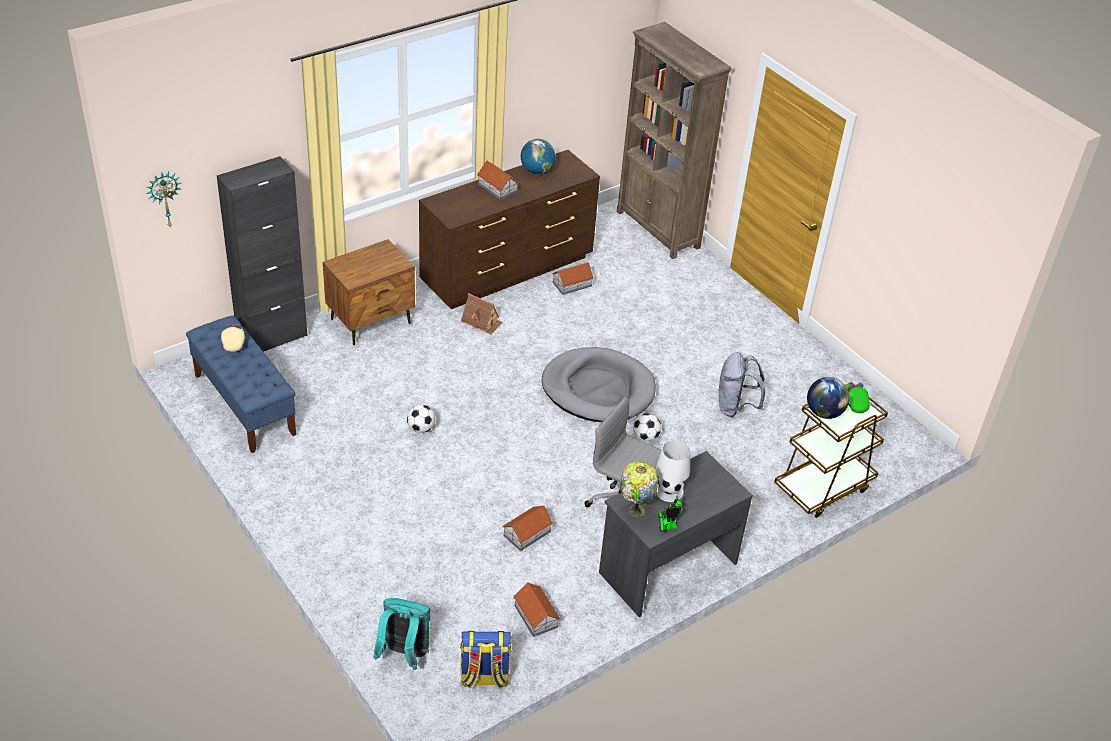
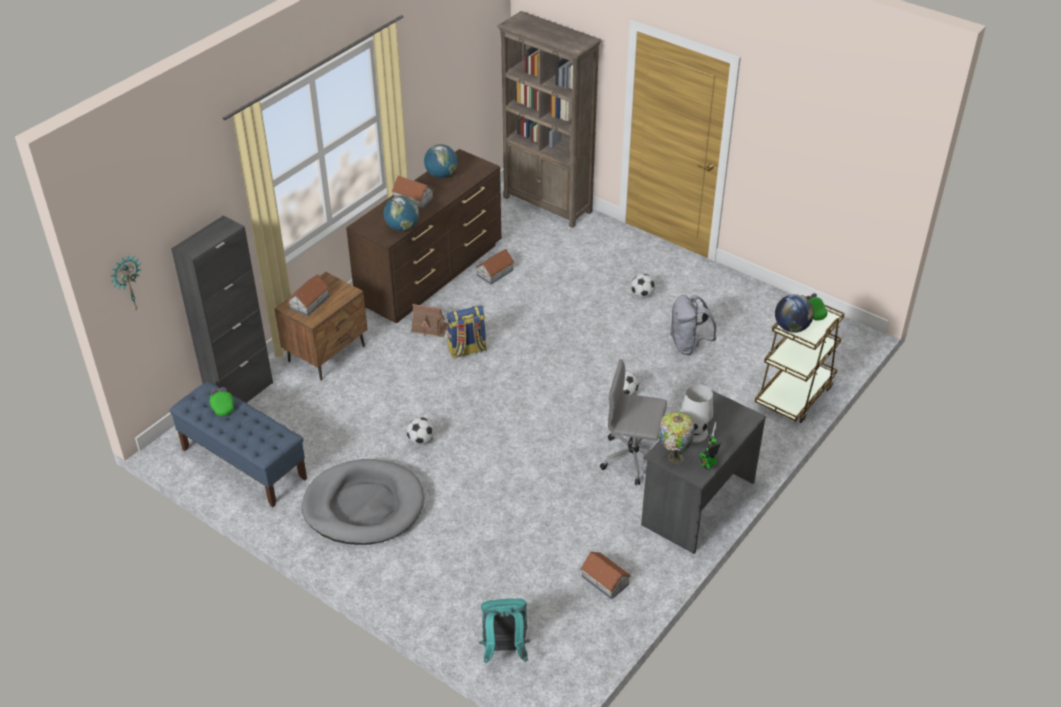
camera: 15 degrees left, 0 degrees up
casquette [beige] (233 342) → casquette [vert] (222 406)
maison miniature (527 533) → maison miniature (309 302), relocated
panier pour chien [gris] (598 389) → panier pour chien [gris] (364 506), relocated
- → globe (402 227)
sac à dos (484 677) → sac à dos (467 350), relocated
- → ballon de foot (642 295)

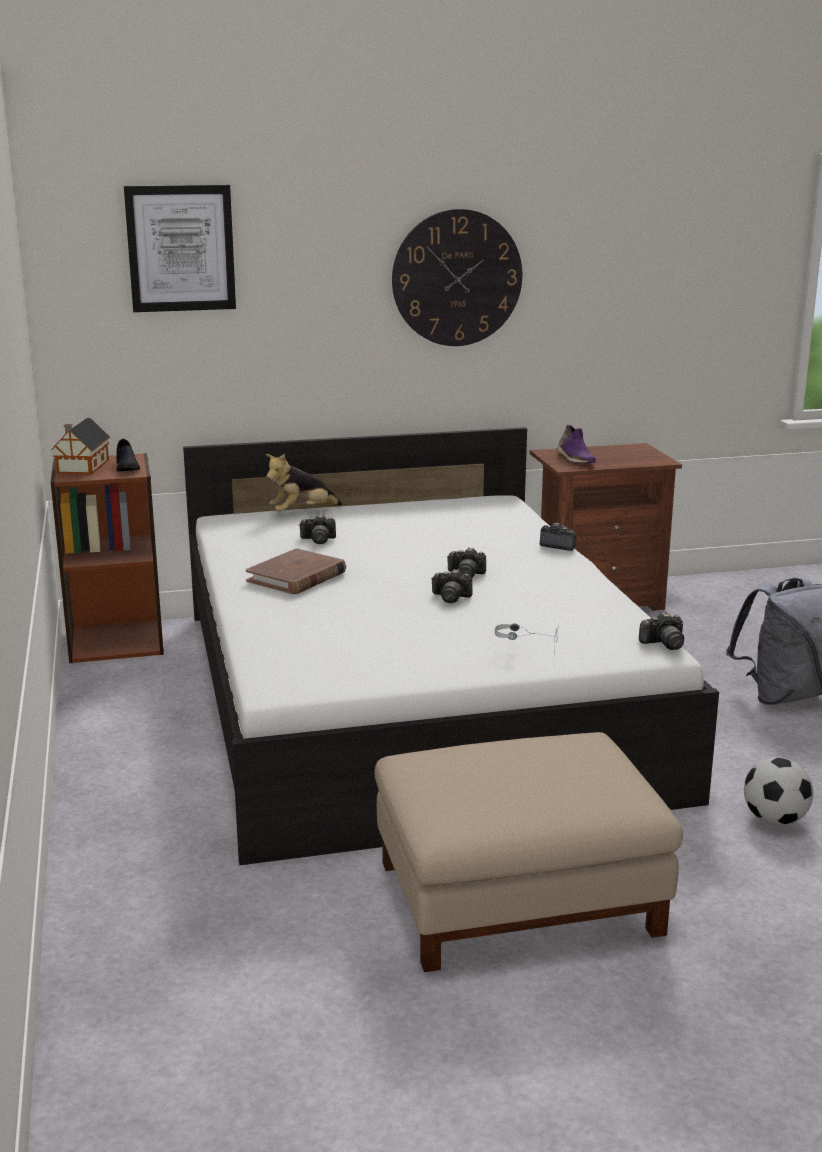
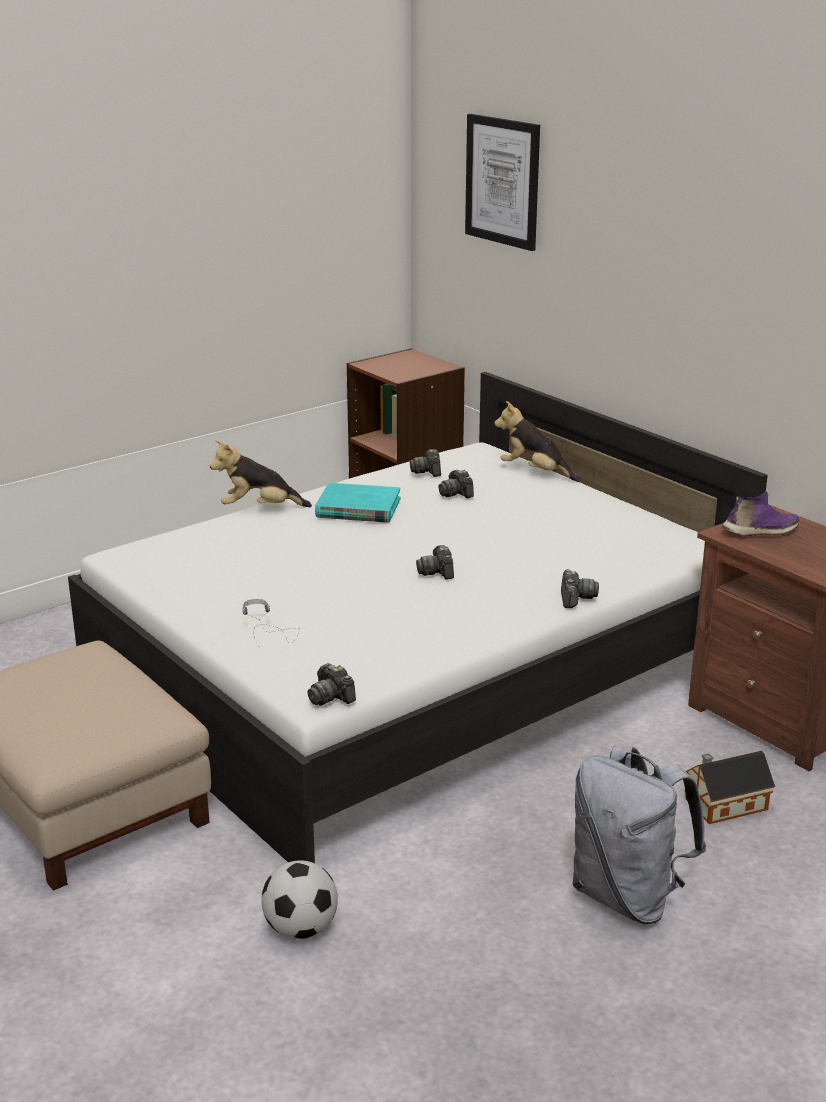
camera: 65 degrees right, 5 degrees up
- → peluche (259 508)
livre [marron] (296 577) → livre [turquoise] (358 508)
appareil photo (451 597) → appareil photo (427 471), relocated
maison miniature (81 467) → maison miniature (722 804), relocated
chaussure [violet] (574 460) → chaussure [violet] (761 532), 150 degrees counterclockwise
chaussure [noir] (127 467) → -
horloge murale (457 278) → -

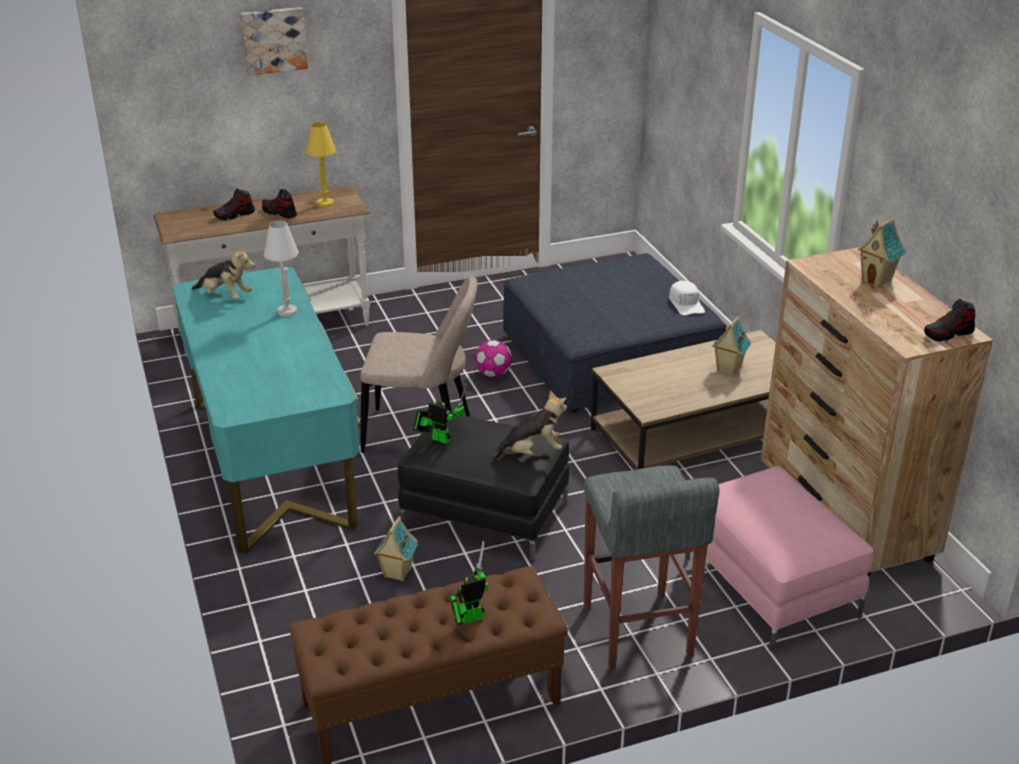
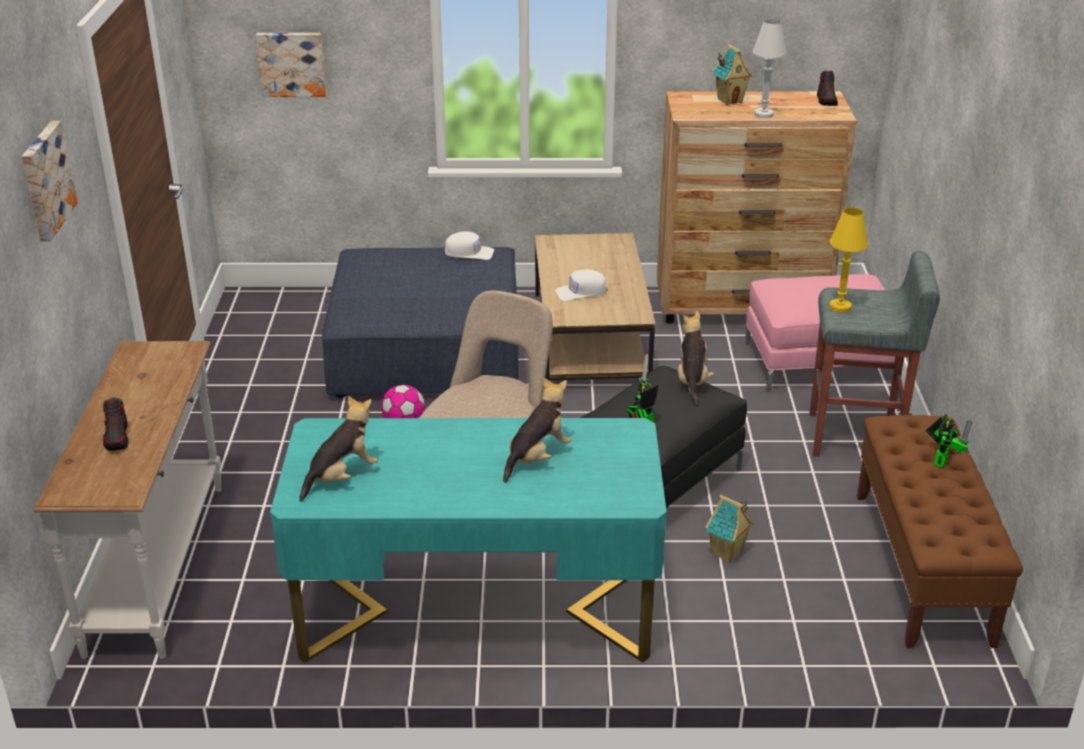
camera: 70 degrees left, 0 degrees up
- → tableau (291 63)
- → peluche (537 457)
- → casquette [blanc] (581 292)
lampe de table [blanc] (287 312) → lampe de table [blanc] (763 114), relocated
lampe de table [jaune] (325 203) → lampe de table [jaune] (840 307), relocated
robot jouet (468 619) → robot jouet (941 459), 150 degrees counterclockwise
chaussure (279 213) → -
maison miniature (728 369) → -

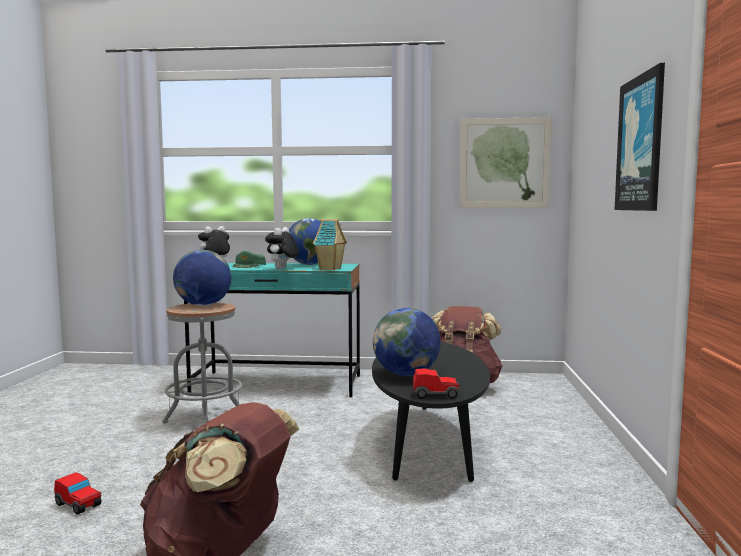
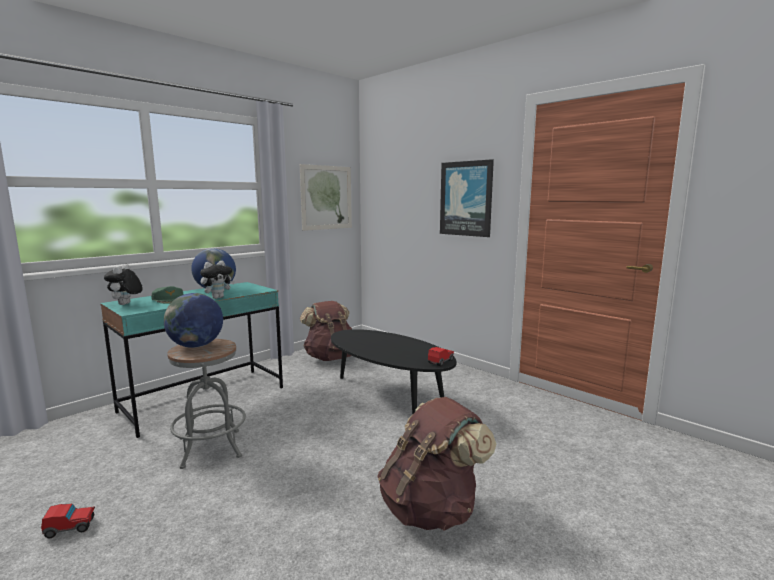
camera: 50 degrees left, 5 degrees up
petite voiture (78 505) → petite voiture (70 528), relocated
peluche (282 269) → peluche (218 297), 105 degrees counterclockwise
maison miniature (330 269) → -
globe (406 374) → -

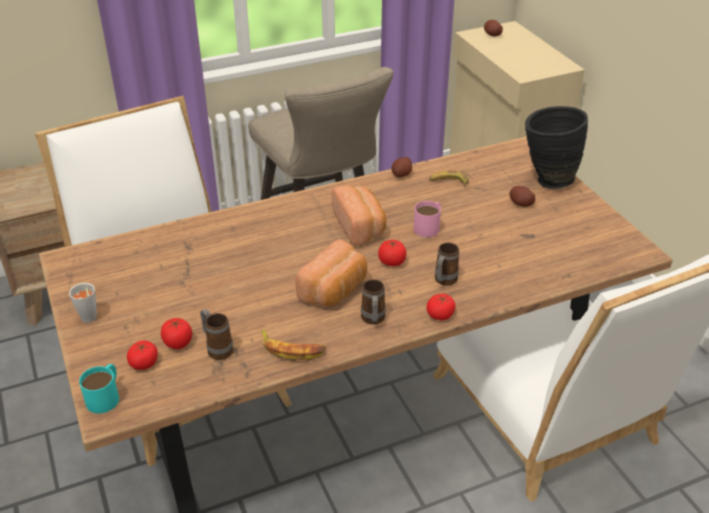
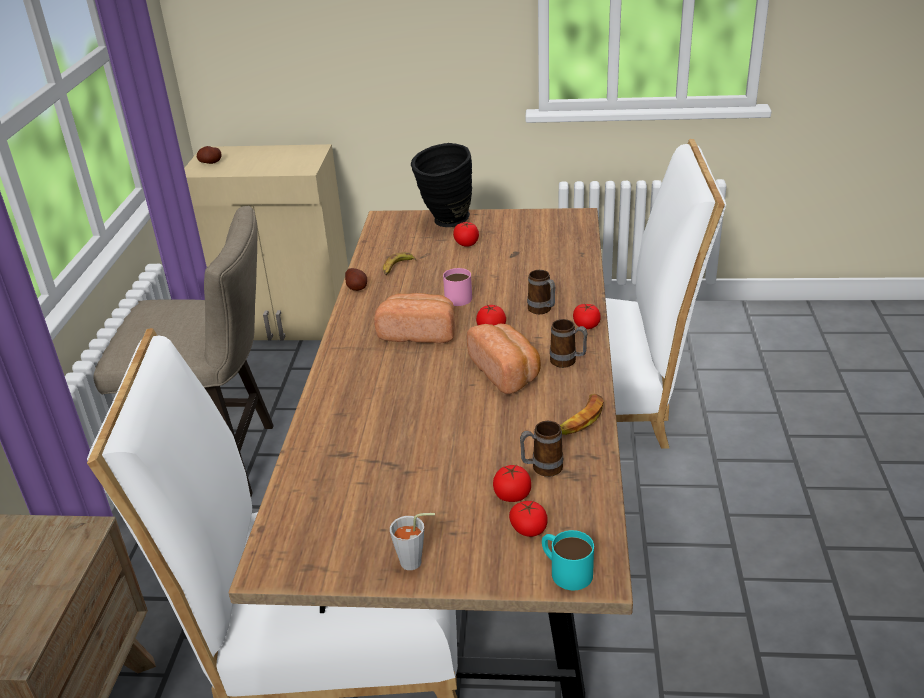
camera: 60 degrees left, 5 degrees down
pomme de terre (521 203) → tomate (466 244)

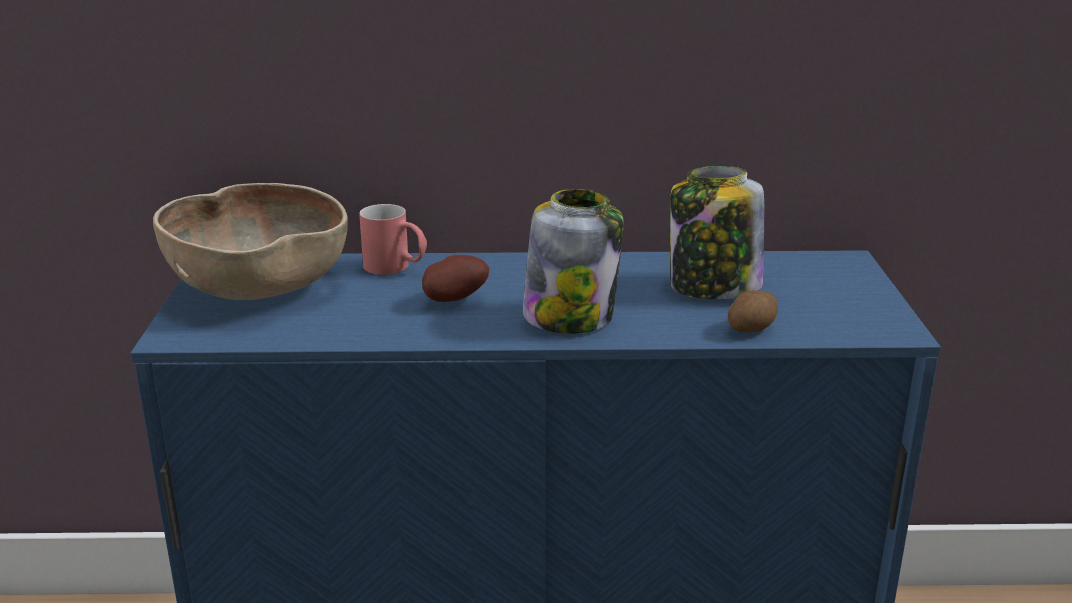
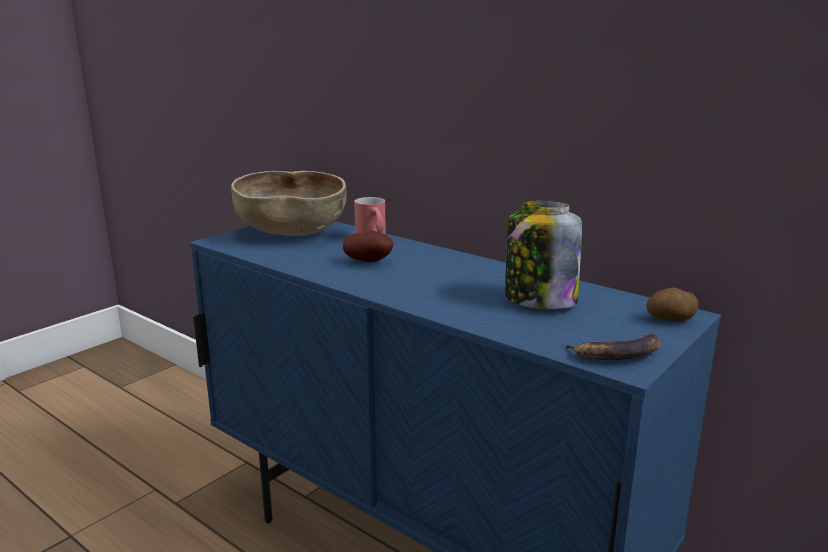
camera: 40 degrees right, 5 degrees down
- → banane (616 353)
pomme de terre (752 328) → pomme de terre (671 319), relocated
bocal (570 316) → -

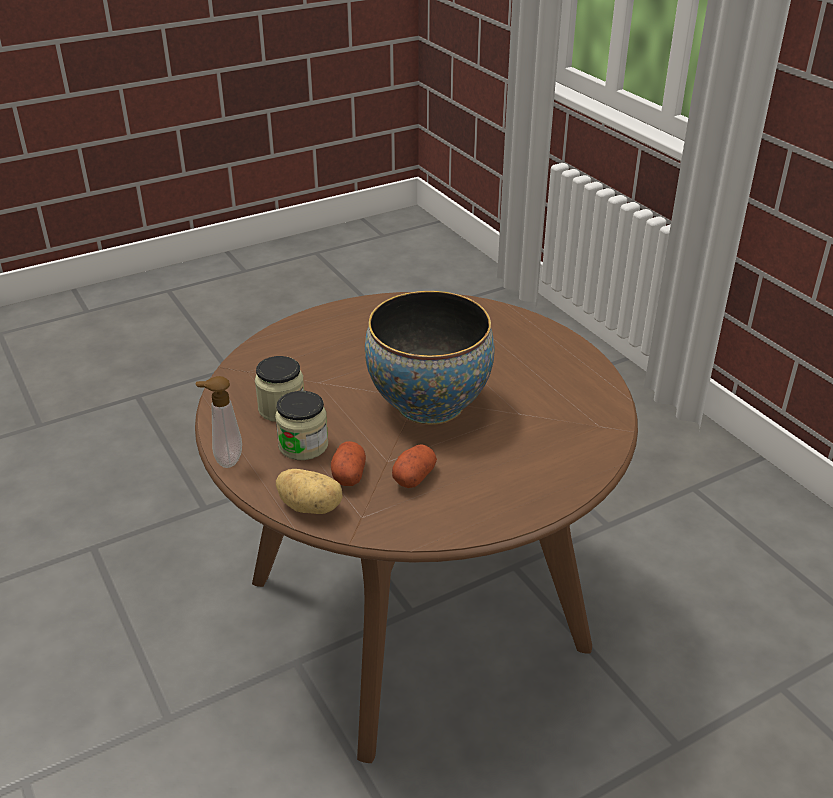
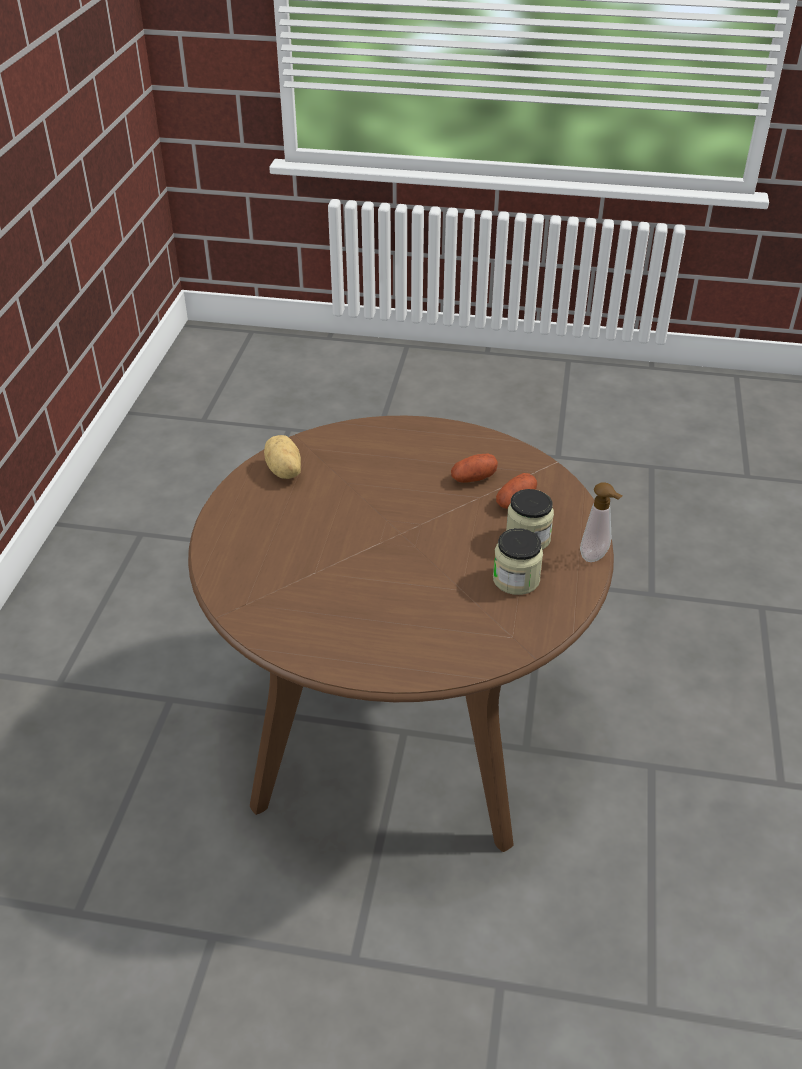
camera: 140 degrees left, 5 degrees up
pomme de terre (311 506) → pomme de terre (283 471), relocated
bol (429 405) → -

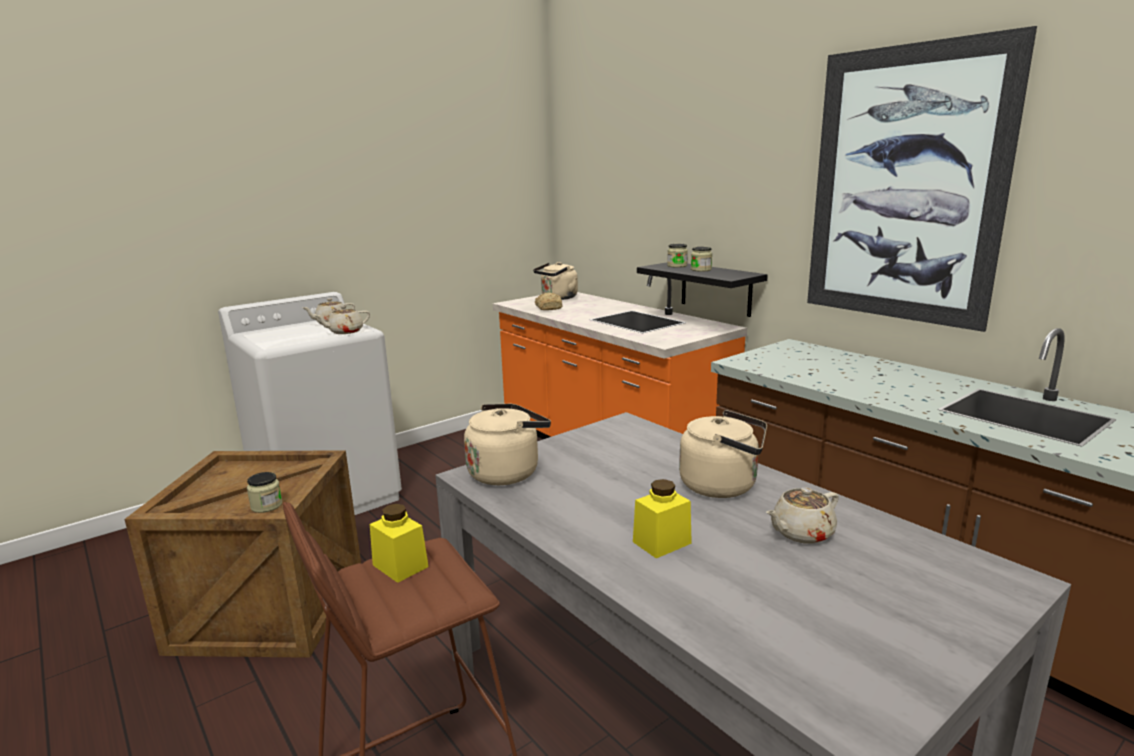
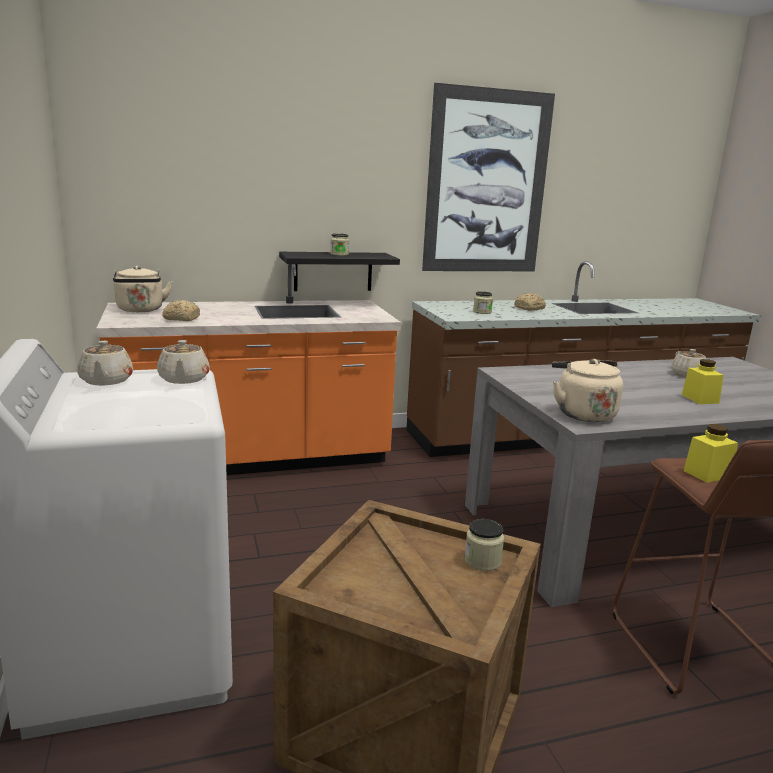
camera: 70 degrees left, 0 degrees up
bocal (677 266) → bocal (482 312), relocated
- → pain (530 308)
bouilloire [beige] (723 486) → -

